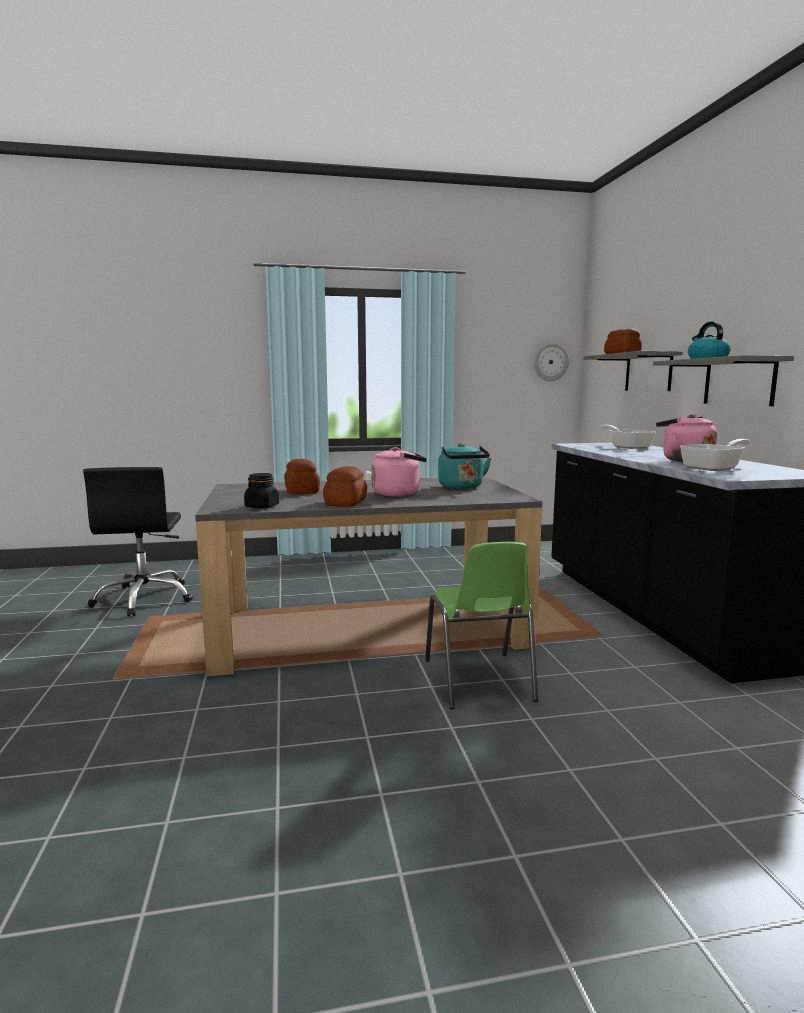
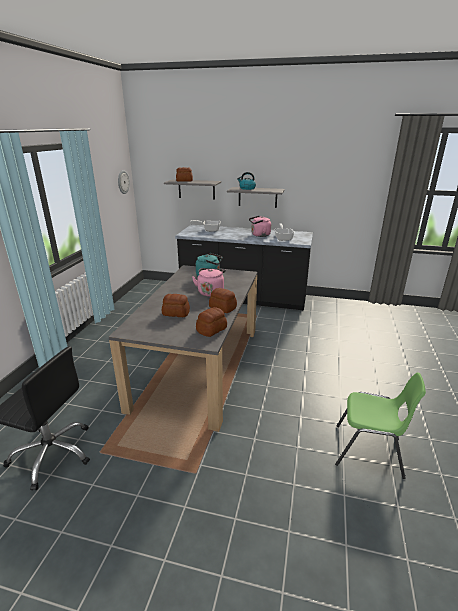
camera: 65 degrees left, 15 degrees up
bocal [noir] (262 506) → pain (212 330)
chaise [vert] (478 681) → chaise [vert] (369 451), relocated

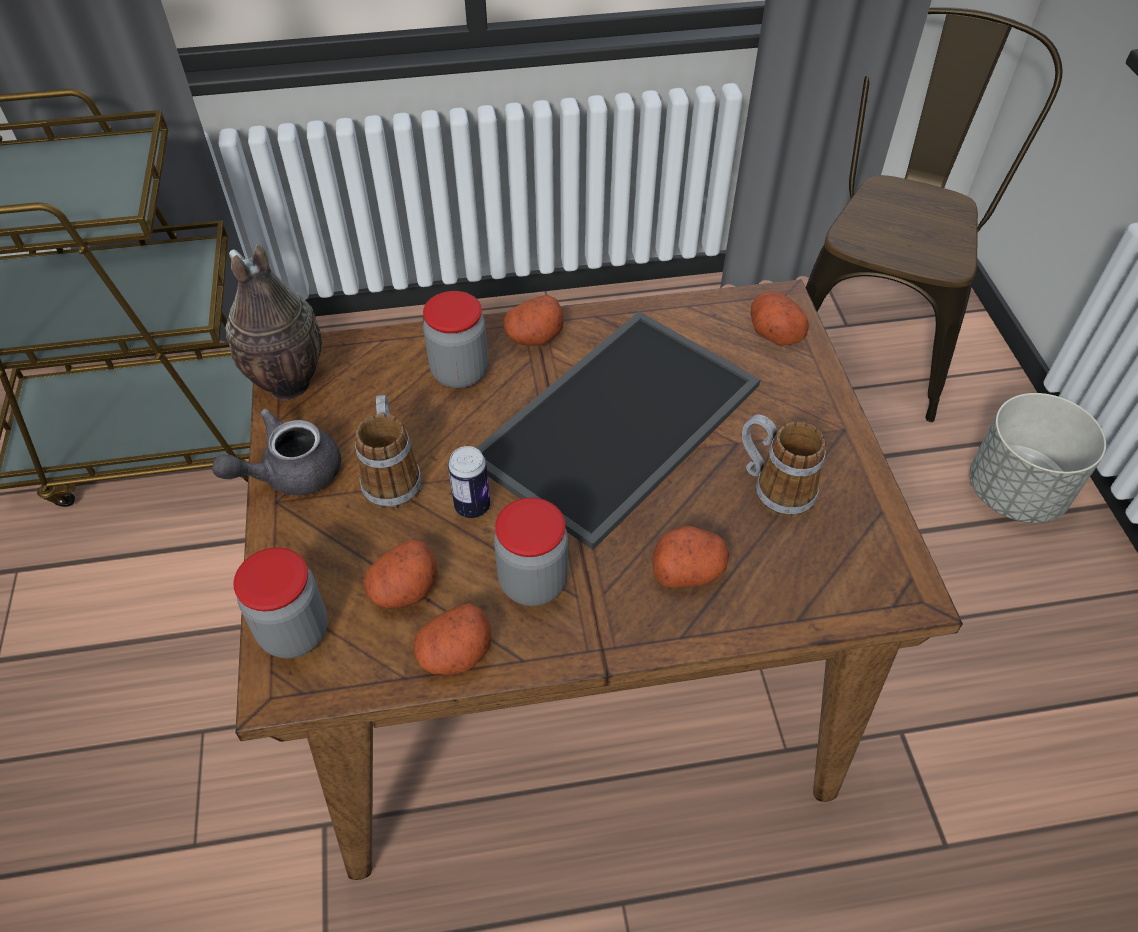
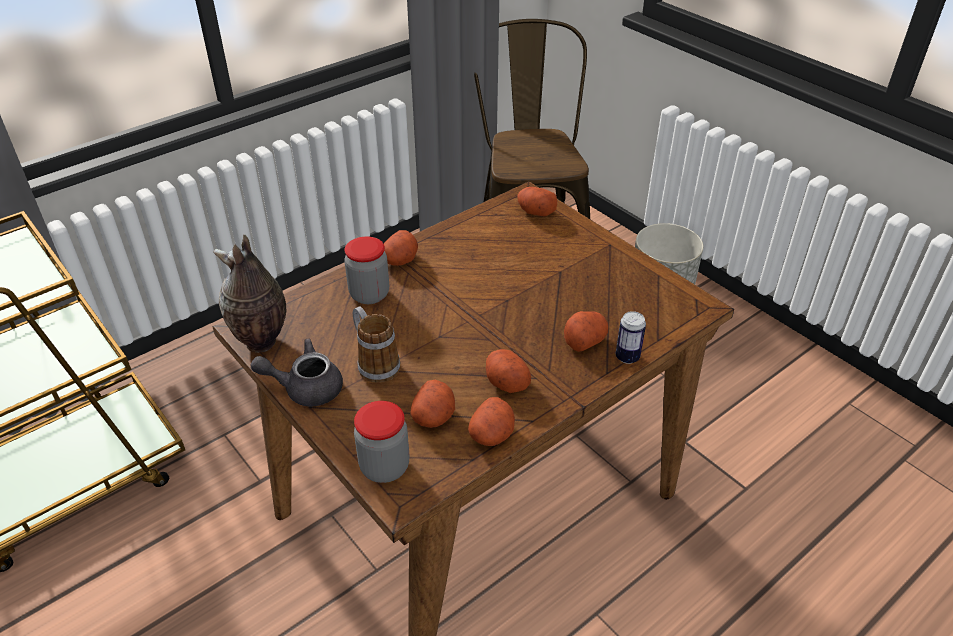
camera: 30 degrees left, 10 degrees down
théière [gris] (290 473) → théière [gris] (305 388), 60 degrees clockwise
bocal (533 582) → pomme de terre (506 381)
boîte métallique (472 506) → boîte métallique (627 357), relocated
plateau (616 418) → -
mug (773 487) → -

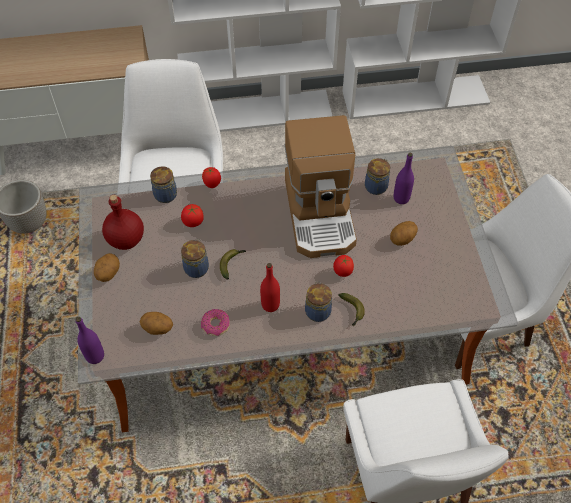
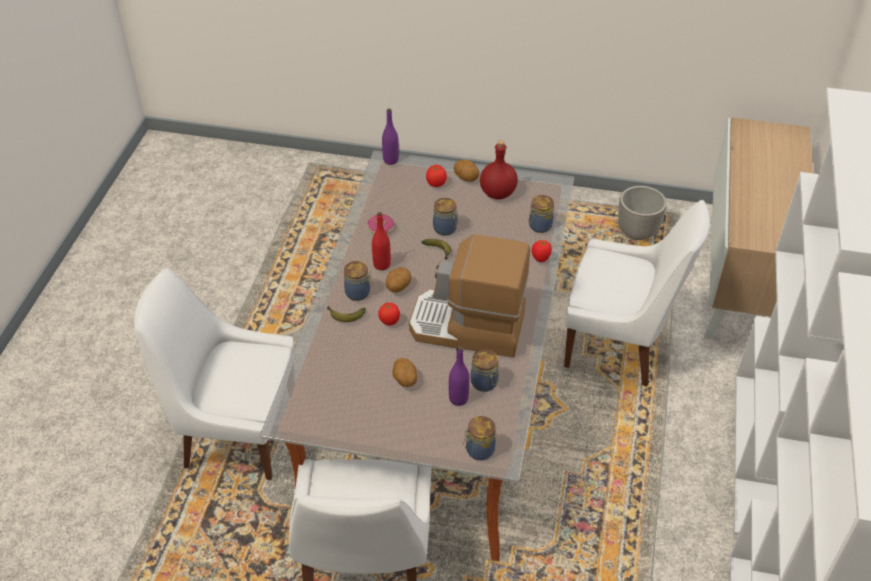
camera: 110 degrees right, 10 degrees down
pomme de terre (157 329) → pomme de terre (398 287), relocated
tomate (193 222) → tomate (436 183), relocated
- → bocal (478 450)

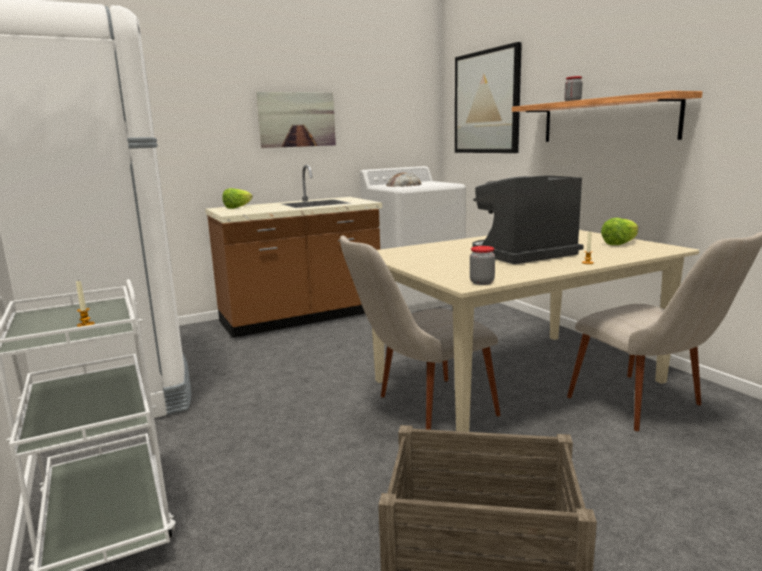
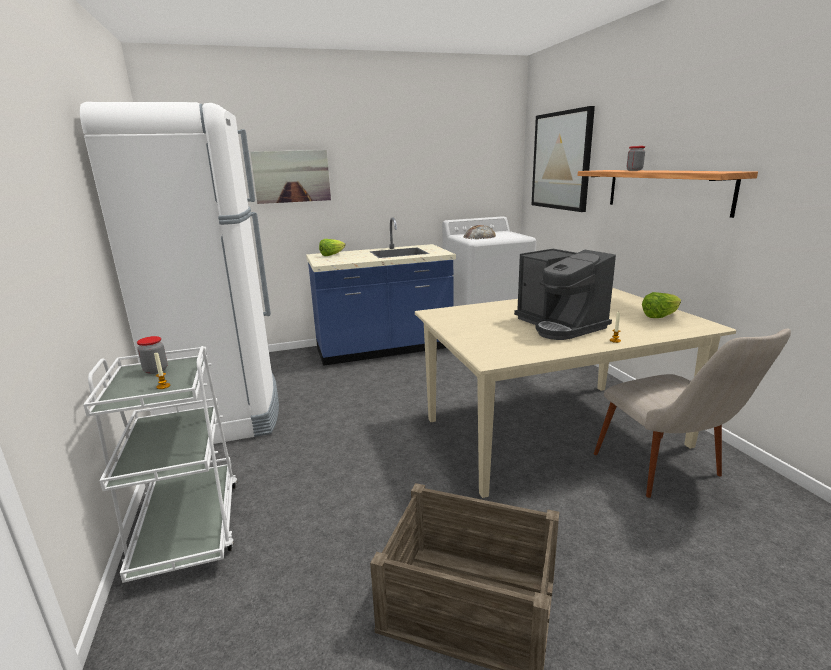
camera: 10 degrees right, 5 degrees up
bocal (482 282) → bocal (156 370), relocated
tableau (297 119) → tableau (292 176), relocated
comptoir de cuisine [marron] (301 318) → comptoir de cuisine [bleu] (384 349)
machine à café (523 255) → machine à café (560 325), 105 degrees counterclockwise
chaise [beige] (419 410) → -

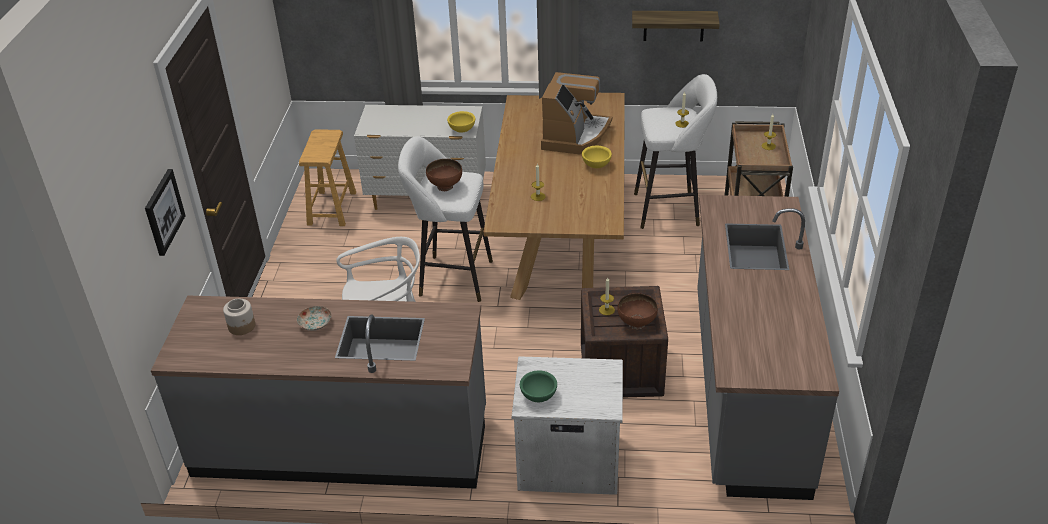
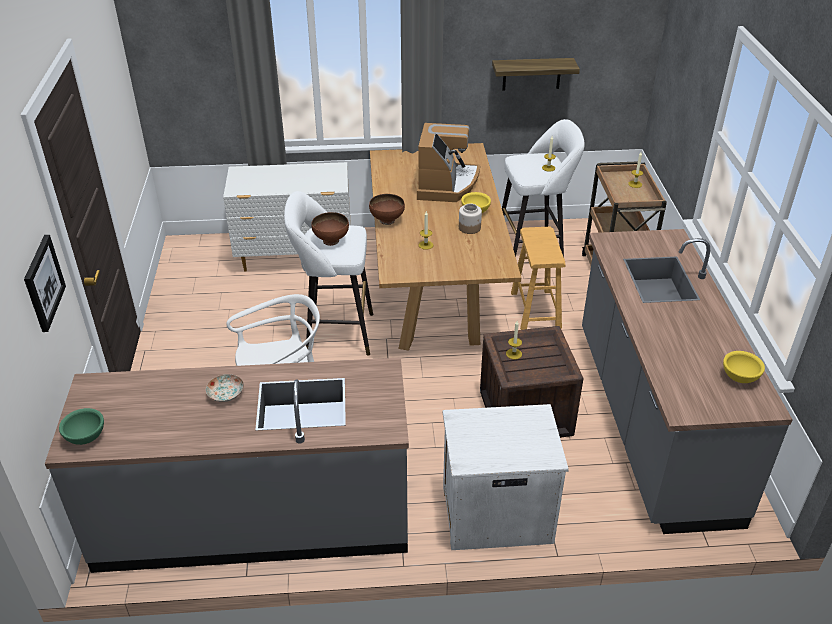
camera: 10 degrees left, 0 degrees up
bol [vert] (538 396) → bol [vert] (85 438), relocated
bol [marron] (636 324) → bol [marron] (387 221), relocated
bocal (242 326) → bocal (470 228), relocated
tabouret [marron] (332 208) → tabouret [marron] (535 310), relocated
bol [jaune] (462 130) → bol [jaune] (740 378), relocated

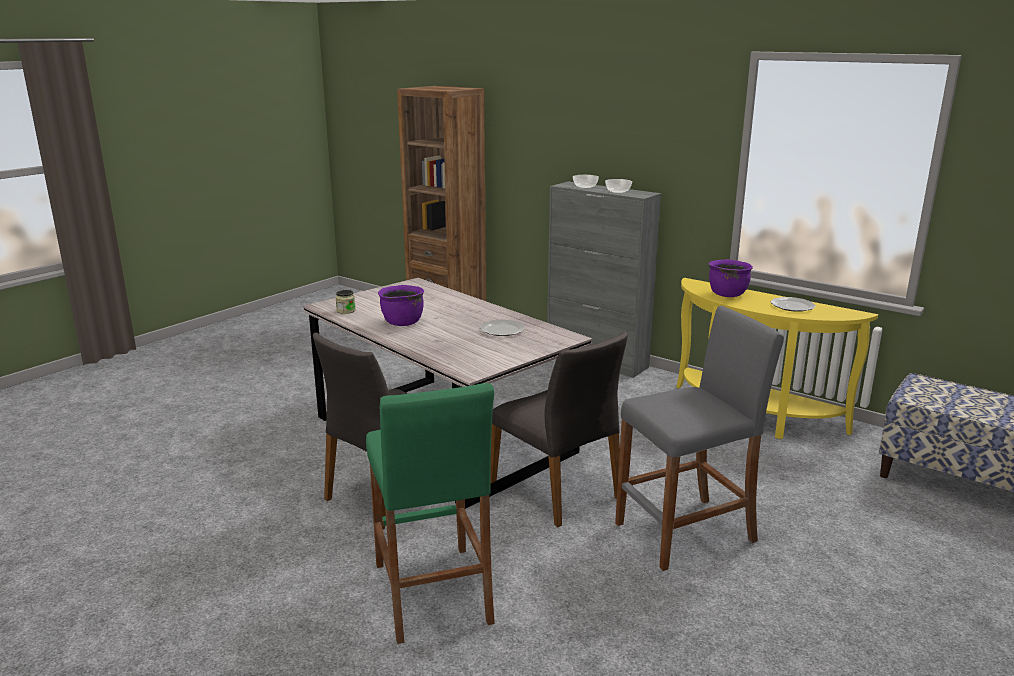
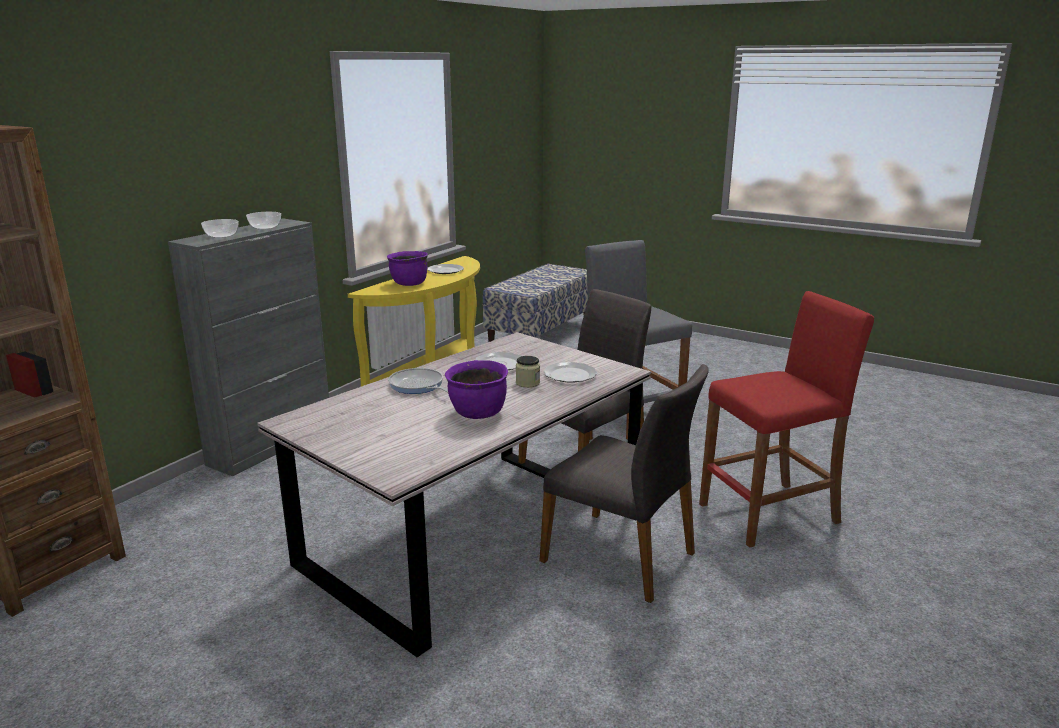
camera: 95 degrees left, 0 degrees up
- → poêle (418 386)
bocal (346 311) → bocal (527 383), relocated
- → assiette (571 375)
tabouret [vert] (432 593) → tabouret [rouge] (769 513)

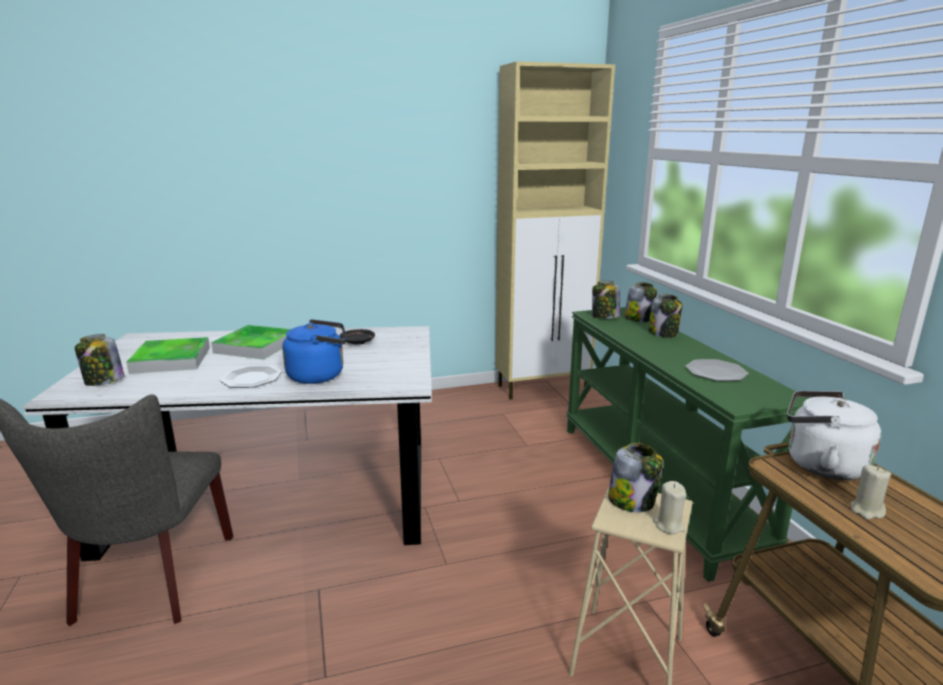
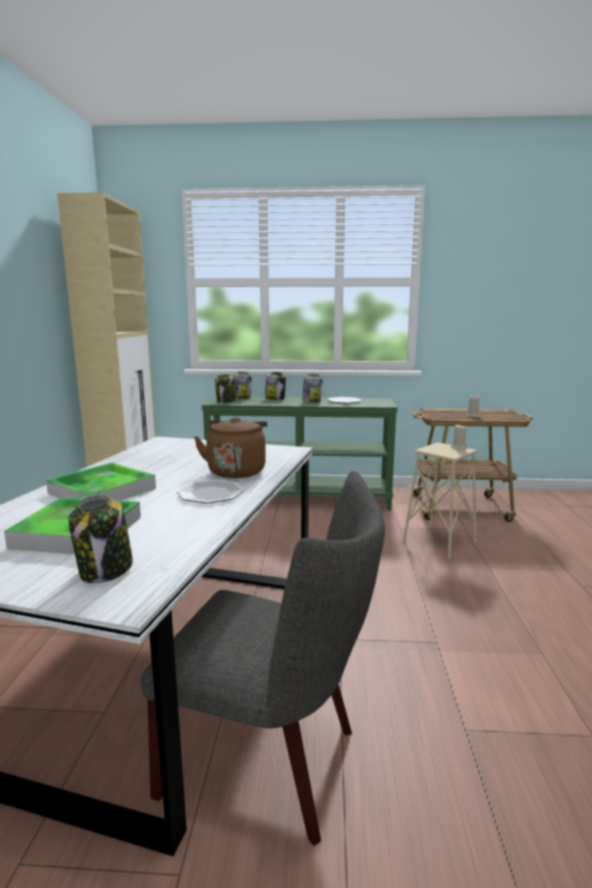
camera: 70 degrees left, 5 degrees down
bouilloire [bleu] (320 375) → bouilloire [marron] (236 471)
bocal (632 501) → bocal (311 401), relocated
assiette [noir] (357 342) → -
bouilloire [blanc] (820 465) → -

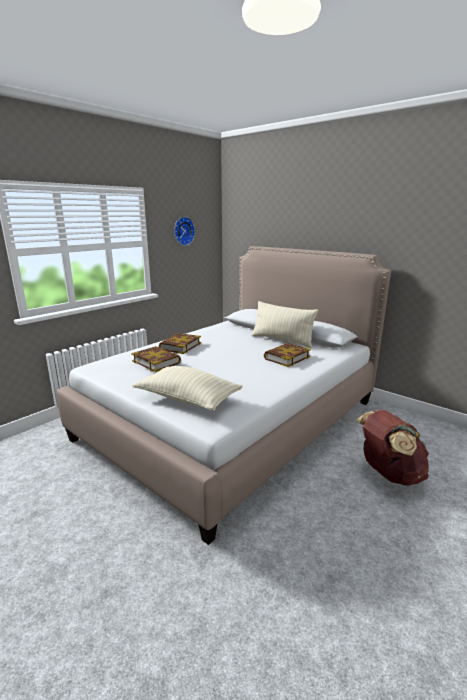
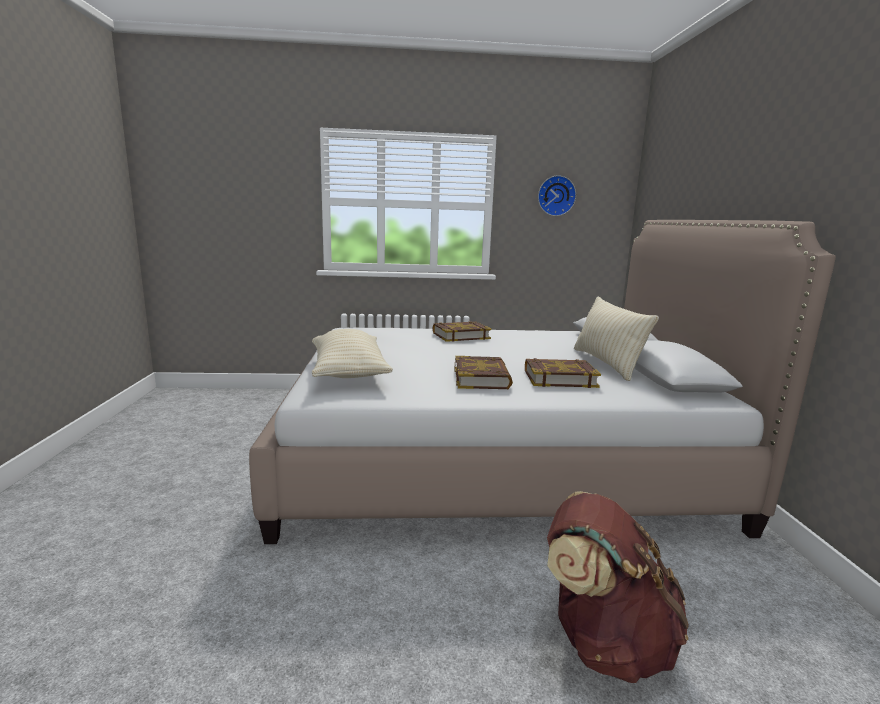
camera: 45 degrees right, 5 degrees down
livre (156 362) → livre (482 378), relocated

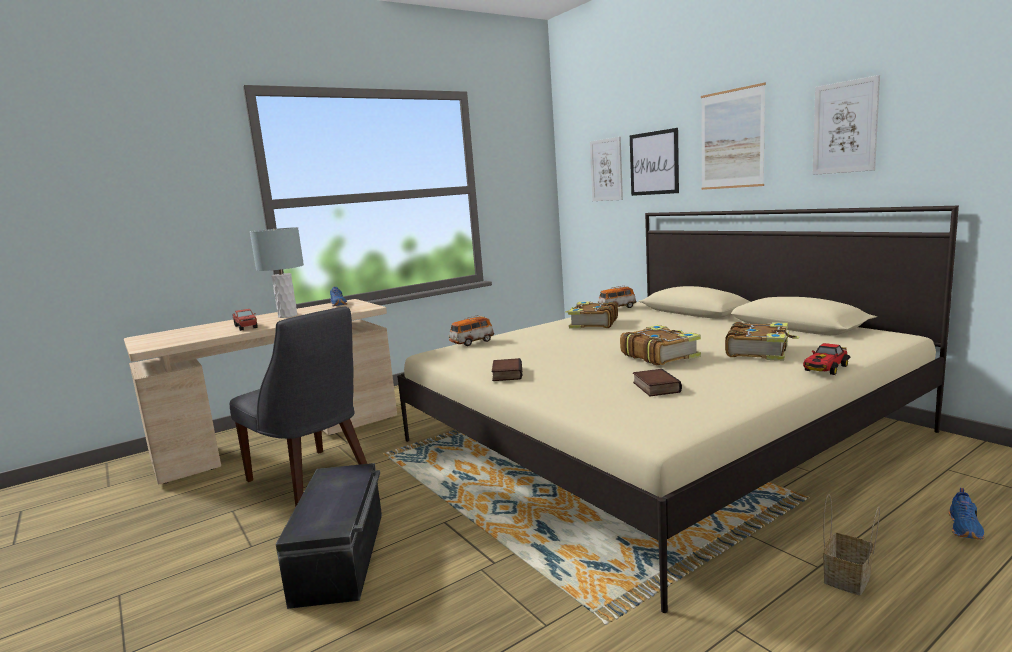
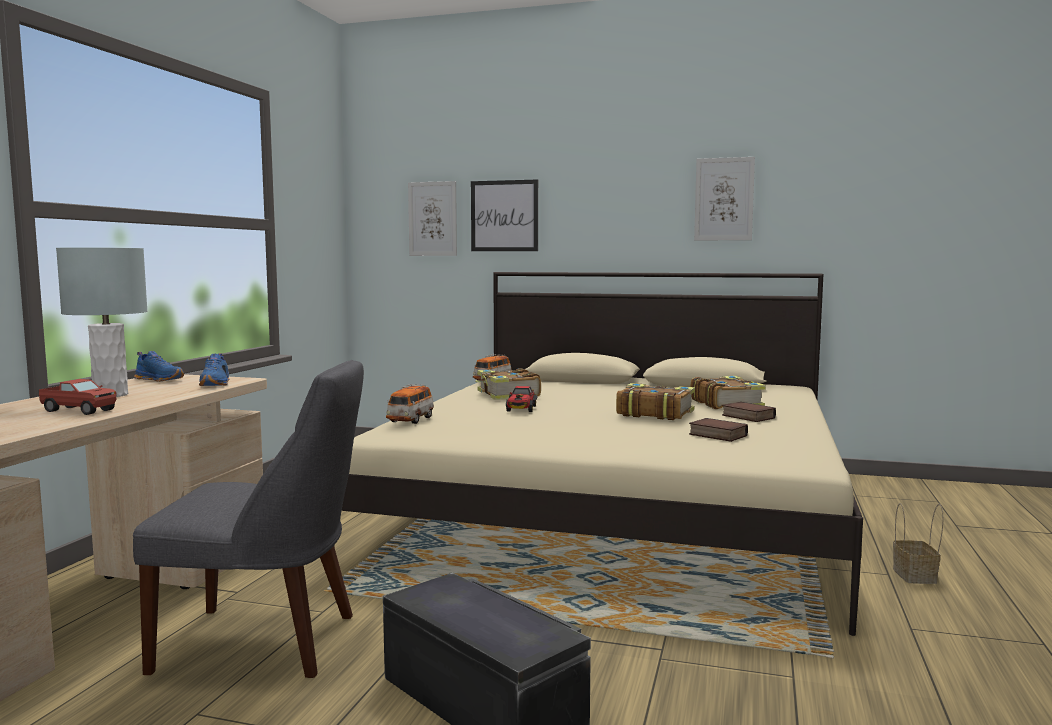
camera: 40 degrees left, 5 degrees down
chaussure [bleu] (965 528) → chaussure [bleu] (216 384), relocated
petite voiture (825 369) → petite voiture (521 409), relocated
livre (506 374) → livre (746 417), relocated
tableau (732 139) → -

